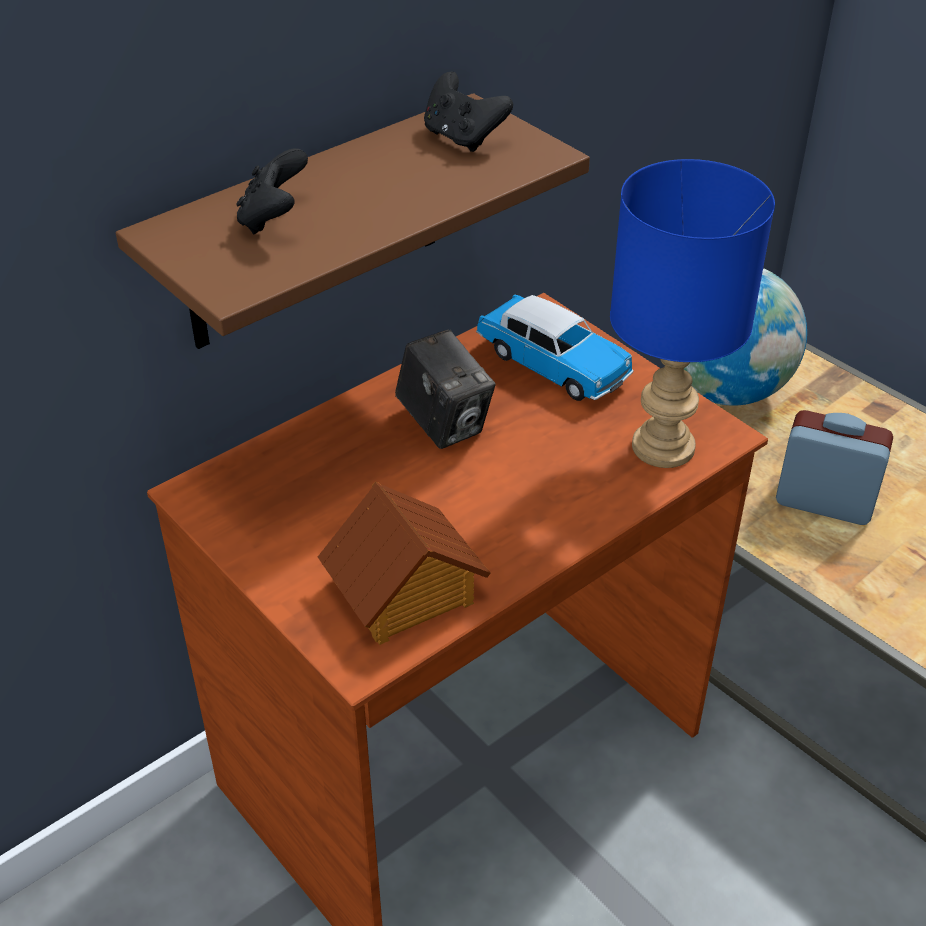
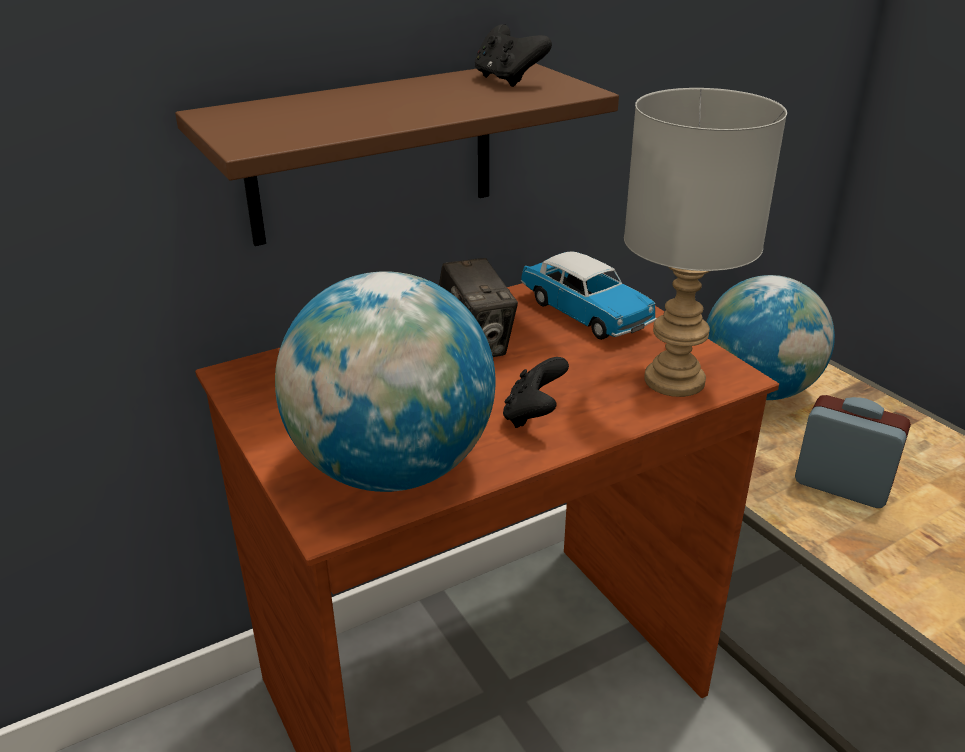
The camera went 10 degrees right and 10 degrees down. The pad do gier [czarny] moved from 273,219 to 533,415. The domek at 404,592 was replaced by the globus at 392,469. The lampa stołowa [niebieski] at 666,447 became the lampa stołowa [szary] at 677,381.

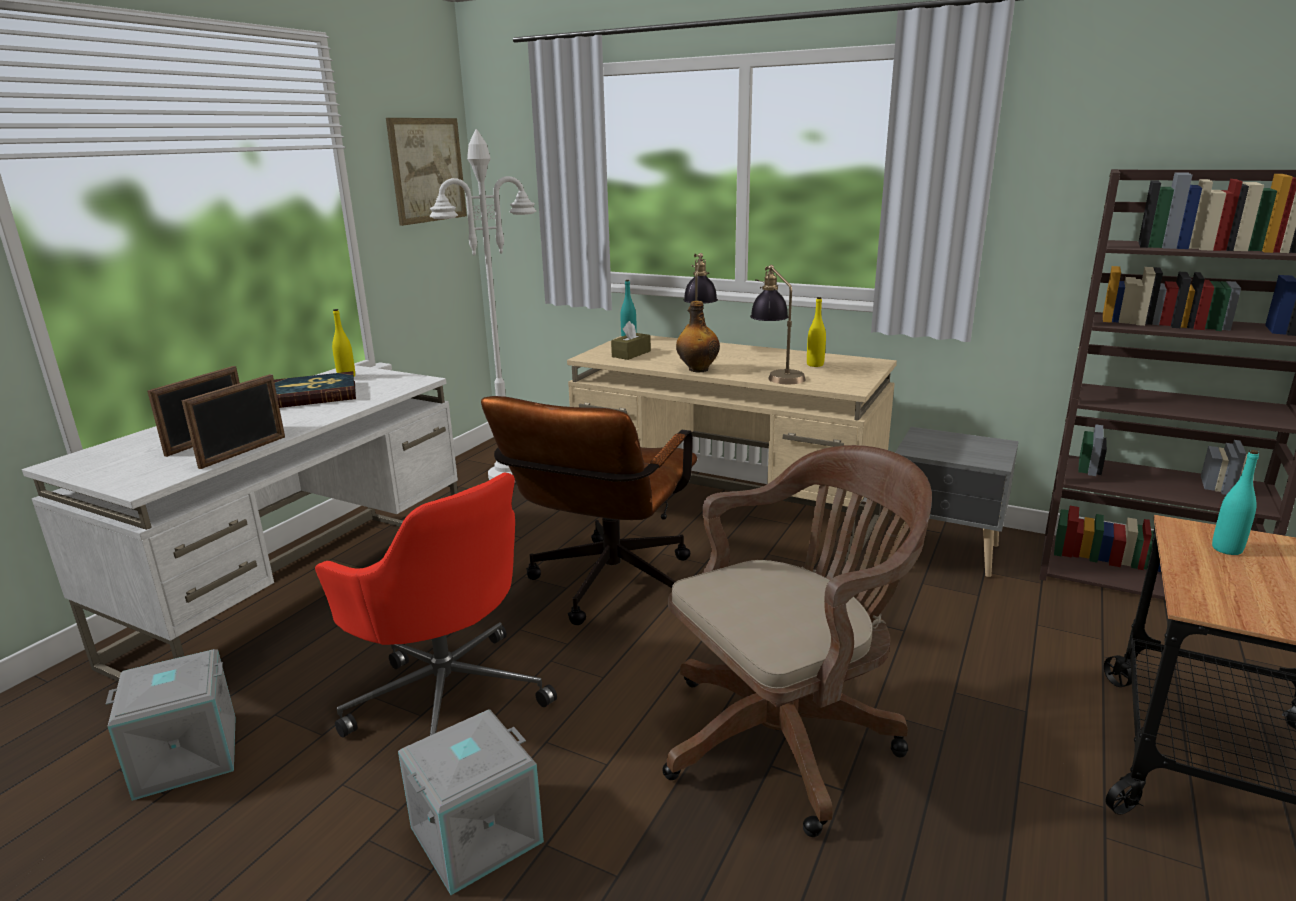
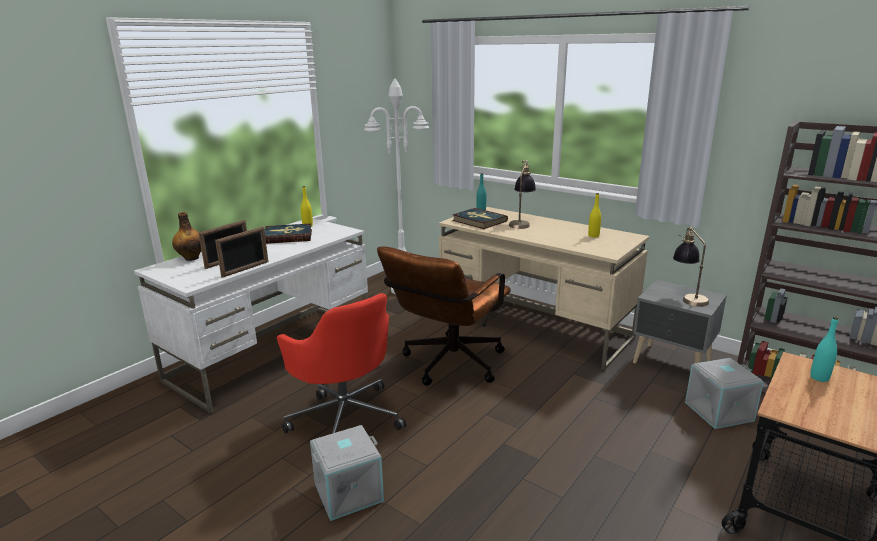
The camera went 10 degrees right and 0 degrees up. The obraz at 427,170 disappeared. The krzesło biurowe [brązowy] at 788,735 disappeared. The pojemnik do przechowywania [szary] moved from 186,757 to 719,412. The butelka moved from 697,369 to 191,258. The lampa stołowa moved from 776,375 to 688,297. The pudełko chusteczek [brązowy] at 631,354 was replaced by the książka at 479,221.

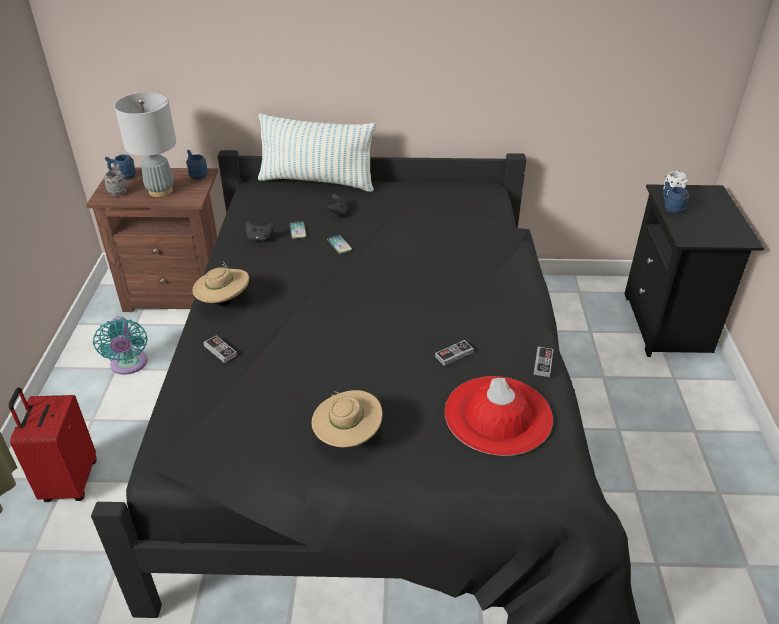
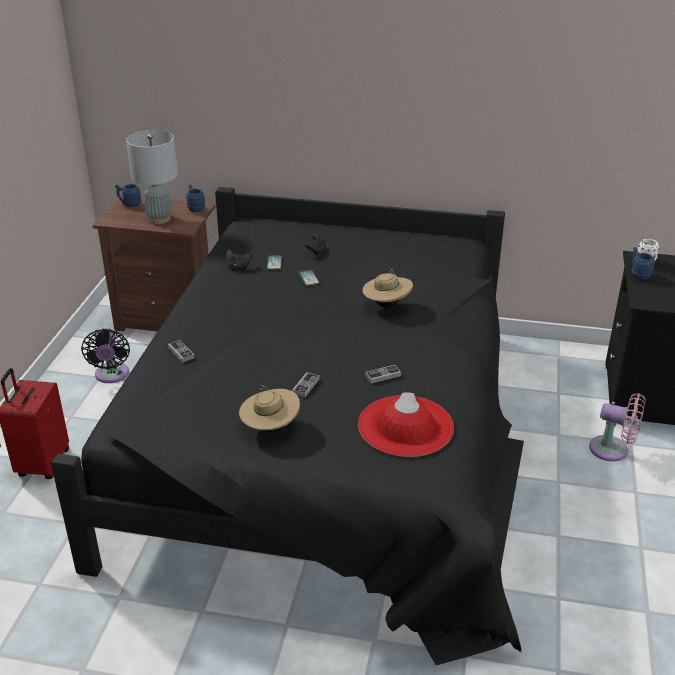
The camera went 10 degrees right and 5 degrees down. The kubek [szary] at 119,191 disappeared. The poduszka at 317,181 disappeared. The wentylator [różowy] at 613,450 appeared. The kapelusz [beżowy] moved from 223,302 to 386,305. The pad do gier moved from 543,363 to 305,386. The wentylator [turkusowy] at 129,365 became the wentylator [czarny] at 111,375.

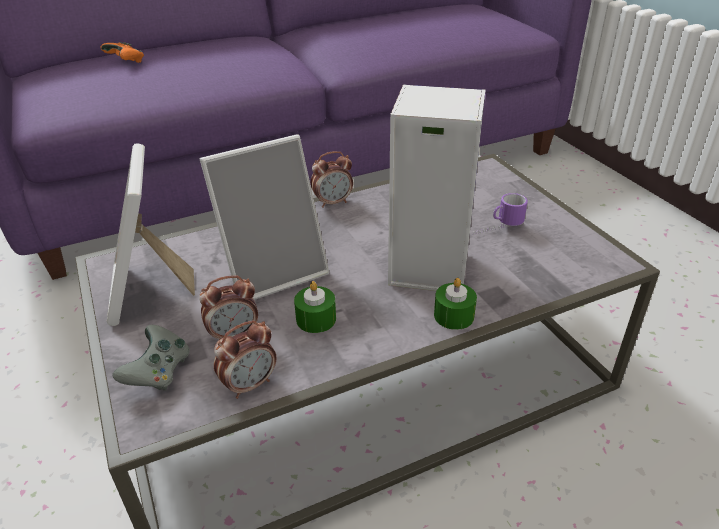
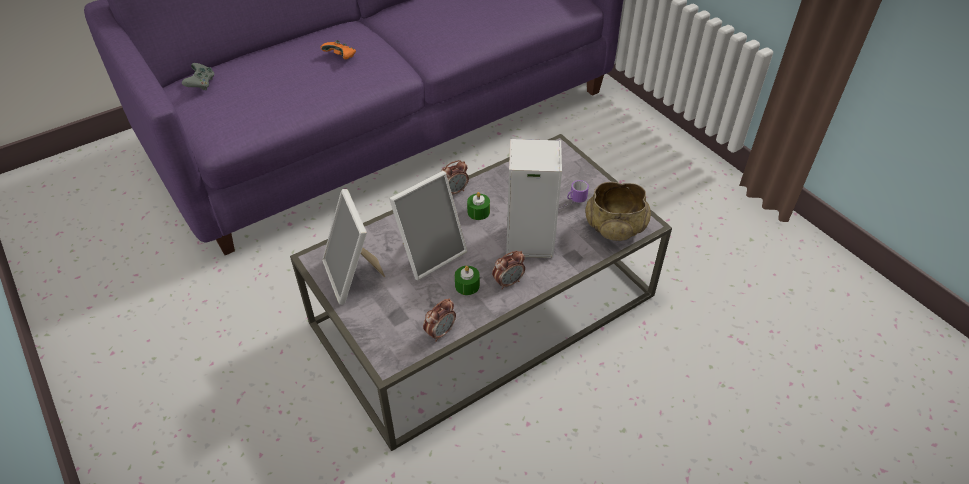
The camera went 10 degrees left and 10 degrees up. The miska [beżowy] at 615,227 appeared. The pad do gier [pomarańczowy] moved from 126,62 to 341,57. The pad do gier [szary] moved from 159,373 to 201,84. The budzik moved from 234,335 to 508,282. The świeca [zielony] moved from 454,315 to 478,212.

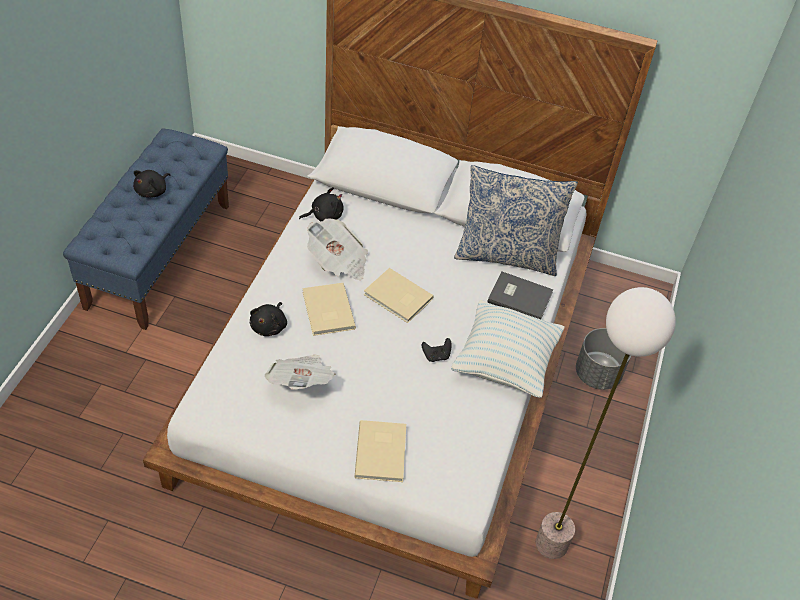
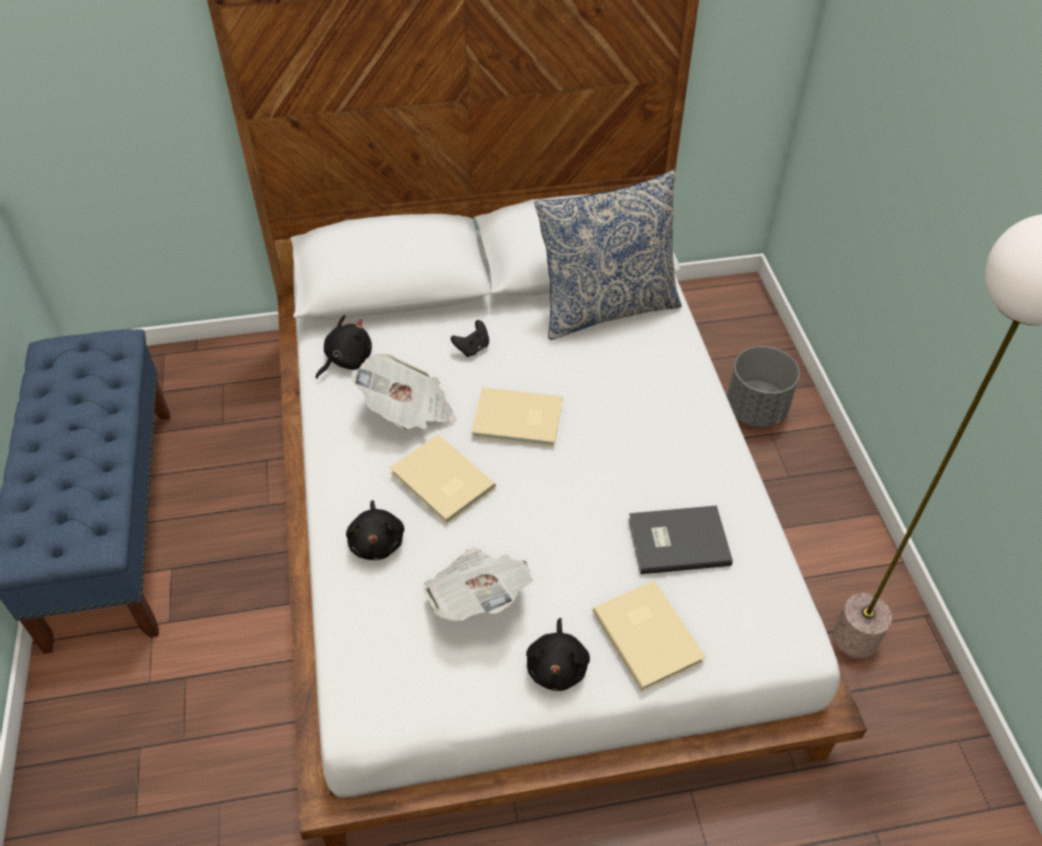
The camera went 25 degrees left and 0 degrees up. The poduszka at 505,363 disappeared. The pluszak [czarny] moved from 152,191 to 557,666. The pad do gier [czarny] moved from 436,356 to 472,348. The książka [szary] moved from 519,296 to 676,540.

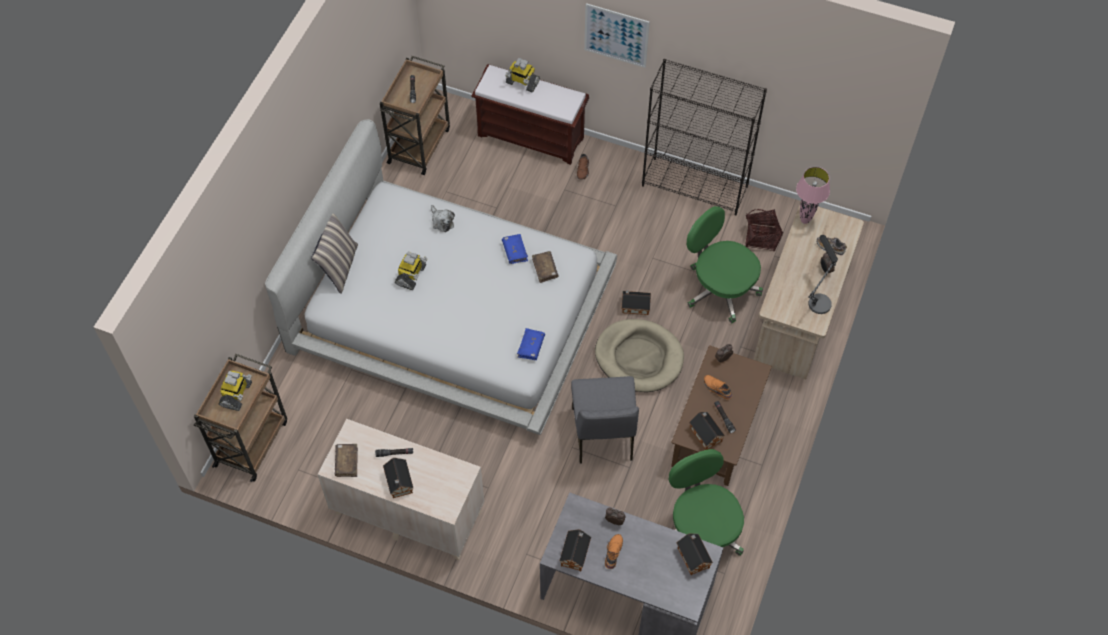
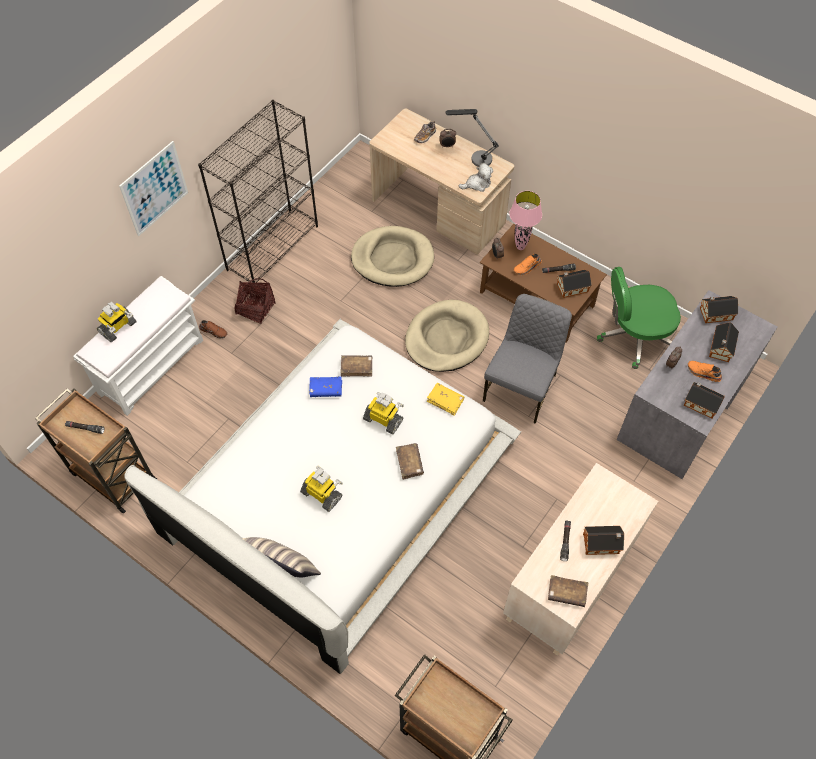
The camera went 75 degrees left and 0 degrees up. The książka [brązowy] at 409,463 appeared. The robot zabawkowy moved from 237,395 to 384,419. The pluszak moved from 442,221 to 477,184. The domek moved from 634,306 to 720,349. The koszyk moved from 761,238 to 256,309. The lampa stołowa [różowy] moved from 805,220 to 520,247. The krzesło biurowe [zielony] at 720,289 was replaced by the legowisko [beżowy] at 392,259. The ławka [brązowy] at 532,136 became the ławka [biały] at 152,366. The książka [niebieski] at 531,347 became the książka [żółty] at 445,401. The krzesło [szary] at 603,435 turned 75 degrees counterclockwise.

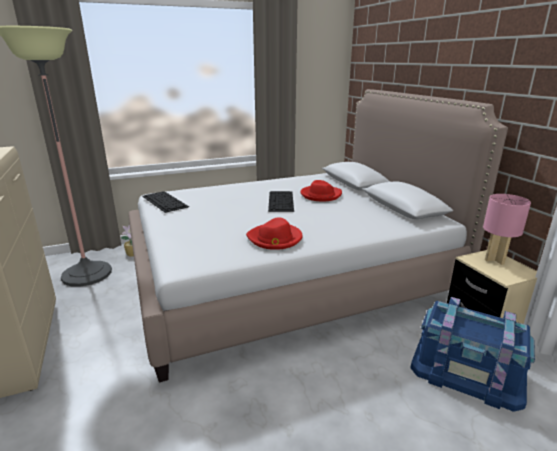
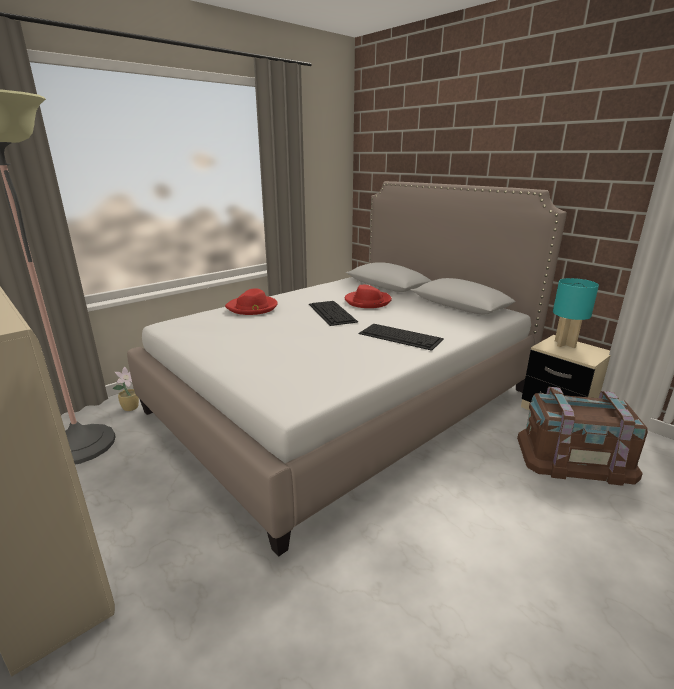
The camera went 20 degrees left and 0 degrees up. The klawiatura moved from 165,201 to 401,336. The kapelusz [czerwony] moved from 275,239 to 252,307. The pojemnik do przechowywania [niebieski] at 467,370 became the pojemnik do przechowywania [brązowy] at 574,457. The lampa stołowa [różowy] at 494,259 became the lampa stołowa [turkusowy] at 564,344.

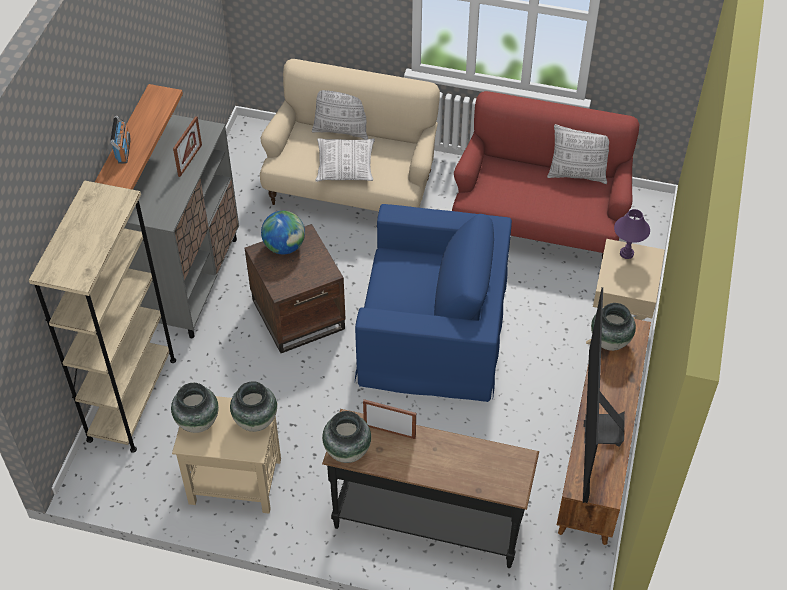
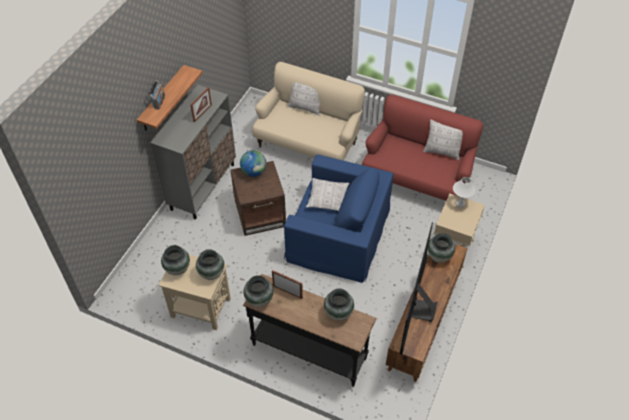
The camera went 10 degrees right and 0 degrees up. The regał [beżowy] at 132,399 disappeared. The wazon at 338,313 appeared. The poduszka moved from 345,167 to 327,199. The lampa stołowa [fioletowy] at 627,253 became the lampa stołowa [biały] at 460,204.

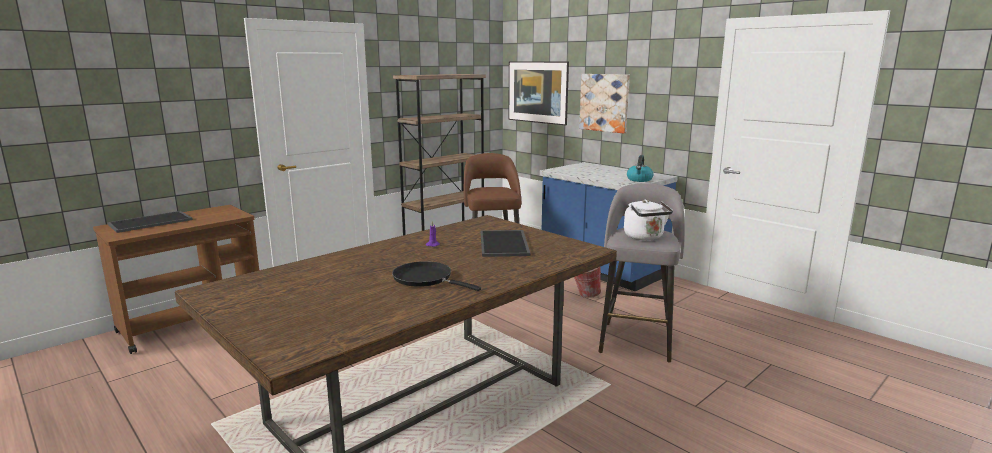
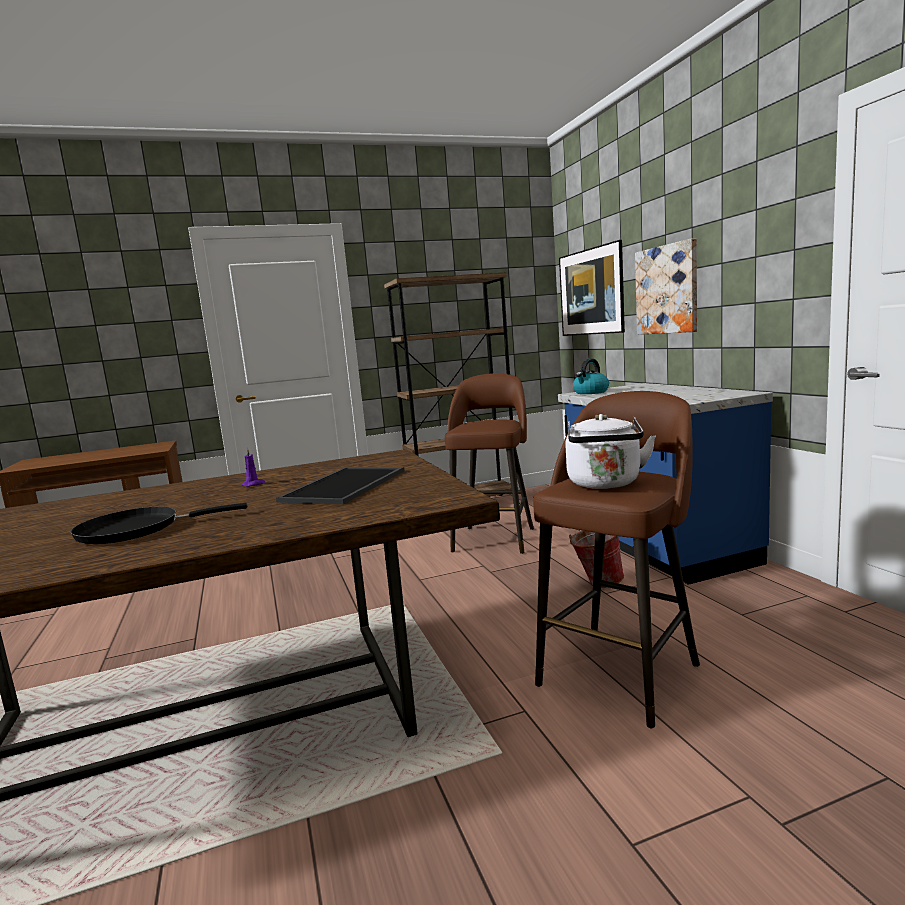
The camera went 25 degrees right and 5 degrees down. The taca at 151,221 disappeared. The czajnik moved from 639,180 to 590,392. The stołek [szary] at 636,340 became the stołek [brązowy] at 621,672. The patelnia [czarny] at 426,279 turned 75 degrees counterclockwise.

